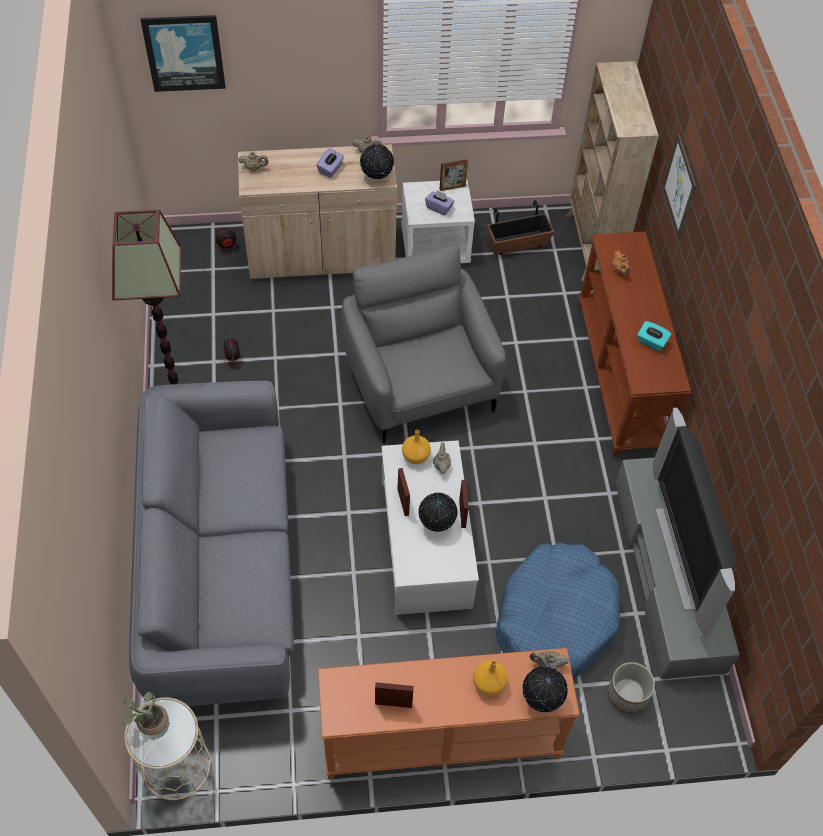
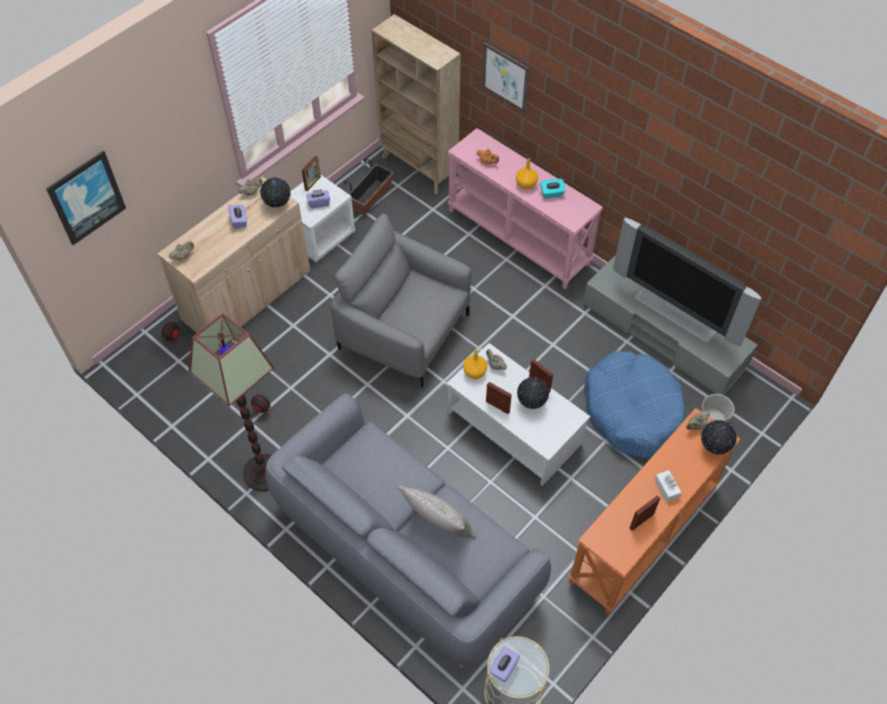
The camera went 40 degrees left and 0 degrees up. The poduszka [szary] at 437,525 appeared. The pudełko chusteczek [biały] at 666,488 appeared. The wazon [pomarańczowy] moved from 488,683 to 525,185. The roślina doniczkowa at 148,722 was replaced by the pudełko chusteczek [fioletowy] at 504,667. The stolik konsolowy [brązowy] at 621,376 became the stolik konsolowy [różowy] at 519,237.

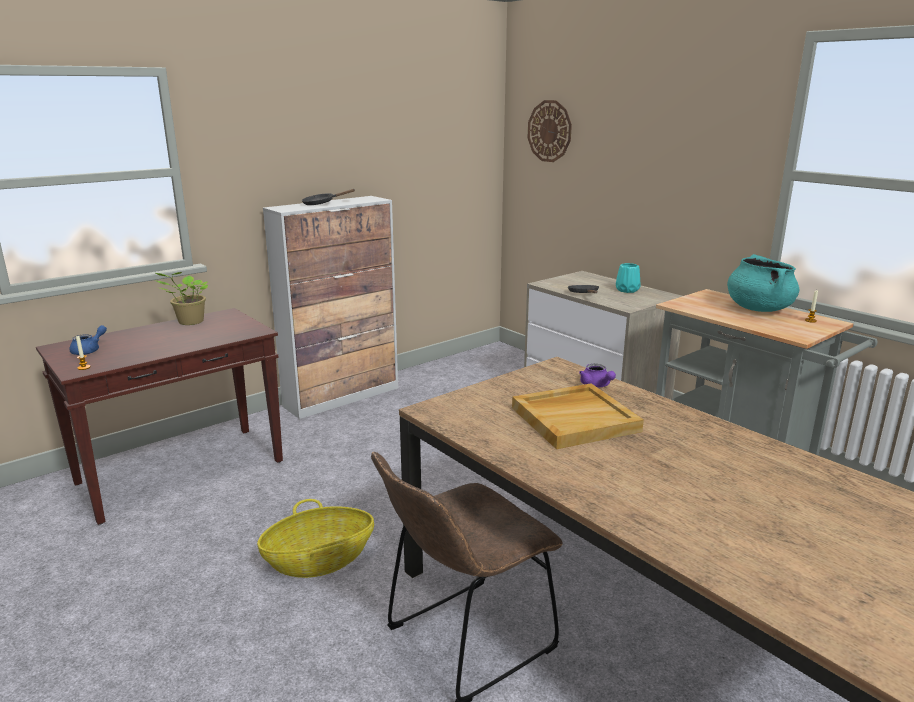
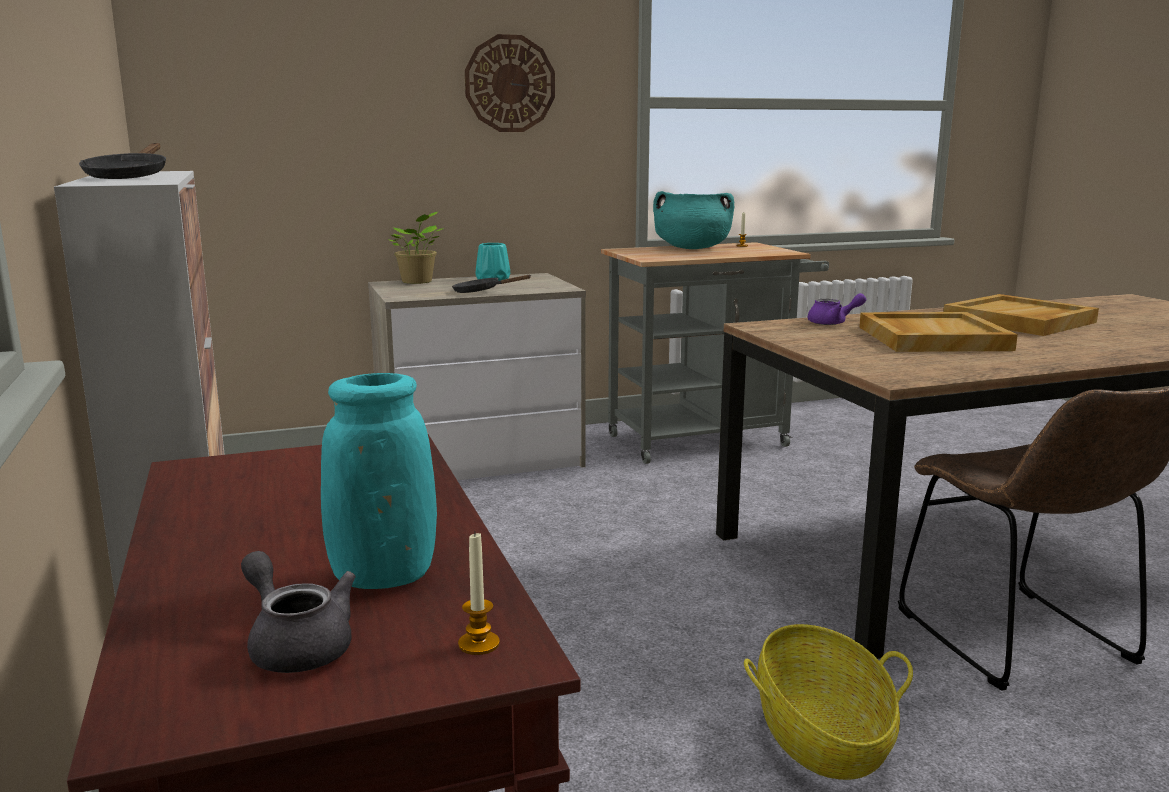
The camera went 70 degrees left and 5 degrees down. The wazon [turkusowy] at 384,577 appeared. The taca [beżowy] at 1019,321 appeared. The roślina doniczkowa moved from 189,322 to 418,282. The zegar ścienny moved from 549,131 to 510,84. The imbryk [niebieski] at 89,350 became the imbryk [szary] at 296,645.

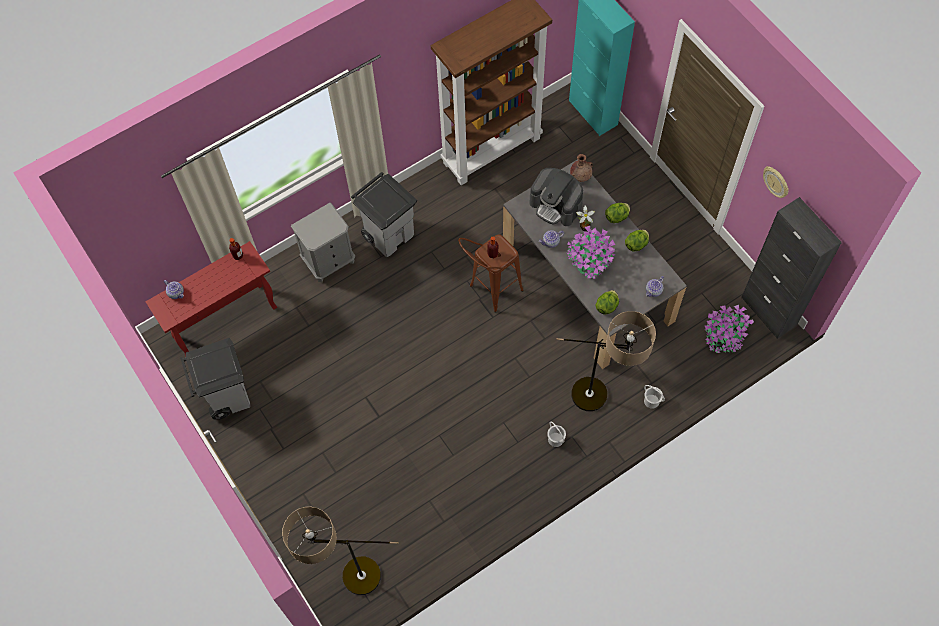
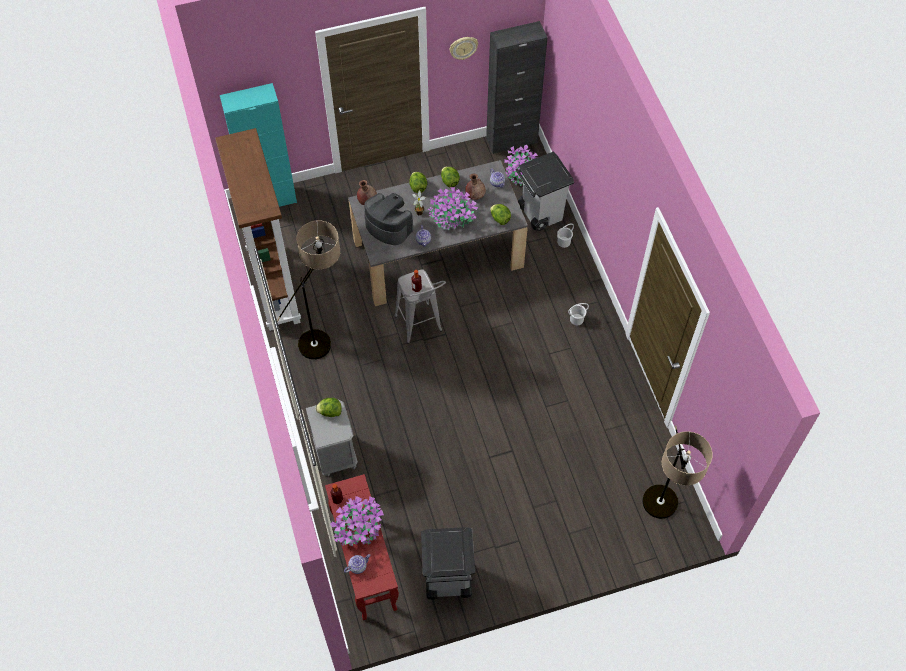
The camera went 75 degrees left and 5 degrees down. The sałata at 330,412 appeared. The roślina doniczkowa at 359,528 appeared. The wazon [brązowy] at 475,195 appeared. The kosz na śmieci [szary] moved from 389,234 to 539,213. The lampa stojąca moved from 602,401 to 324,337. The stołek [brązowy] at 490,293 became the stołek [szary] at 421,329. The ekspres do kawy at 556,205 turned 105 degrees counterclockwise.

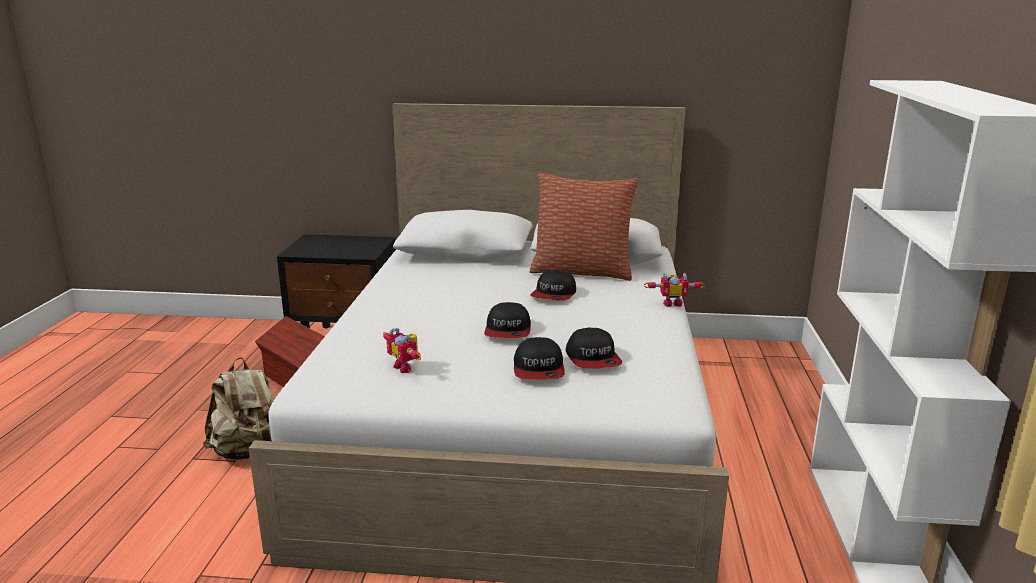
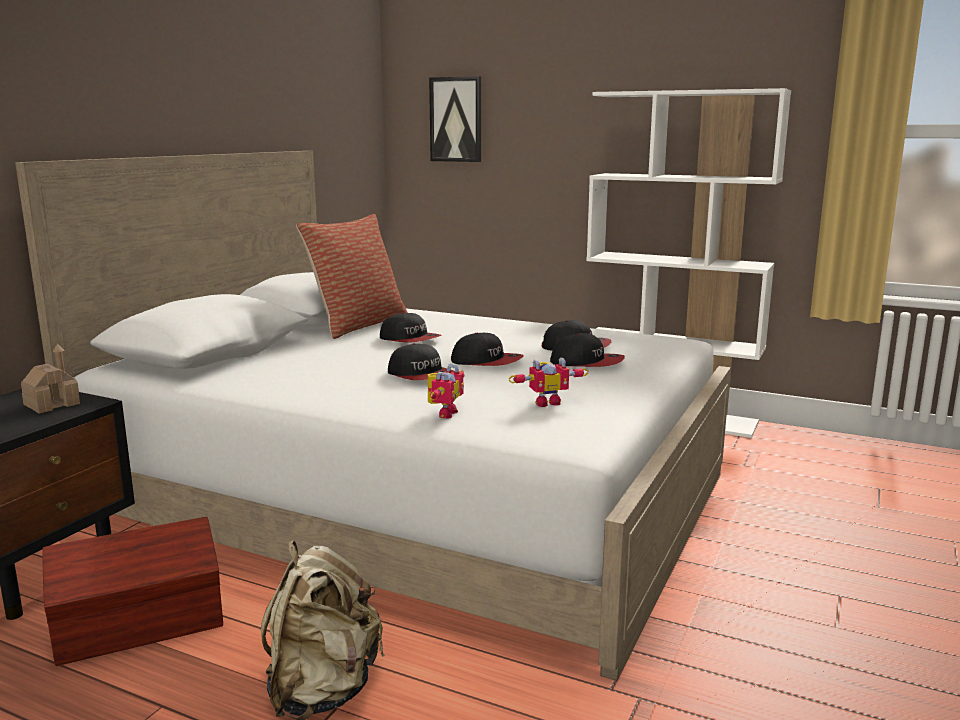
The camera went 70 degrees left and 5 degrees down. The domek at 52,404 appeared. The czapka z daszkiem at 421,375 appeared. The obraz at 456,119 appeared. The robot zabawkowy moved from 672,303 to 443,413.

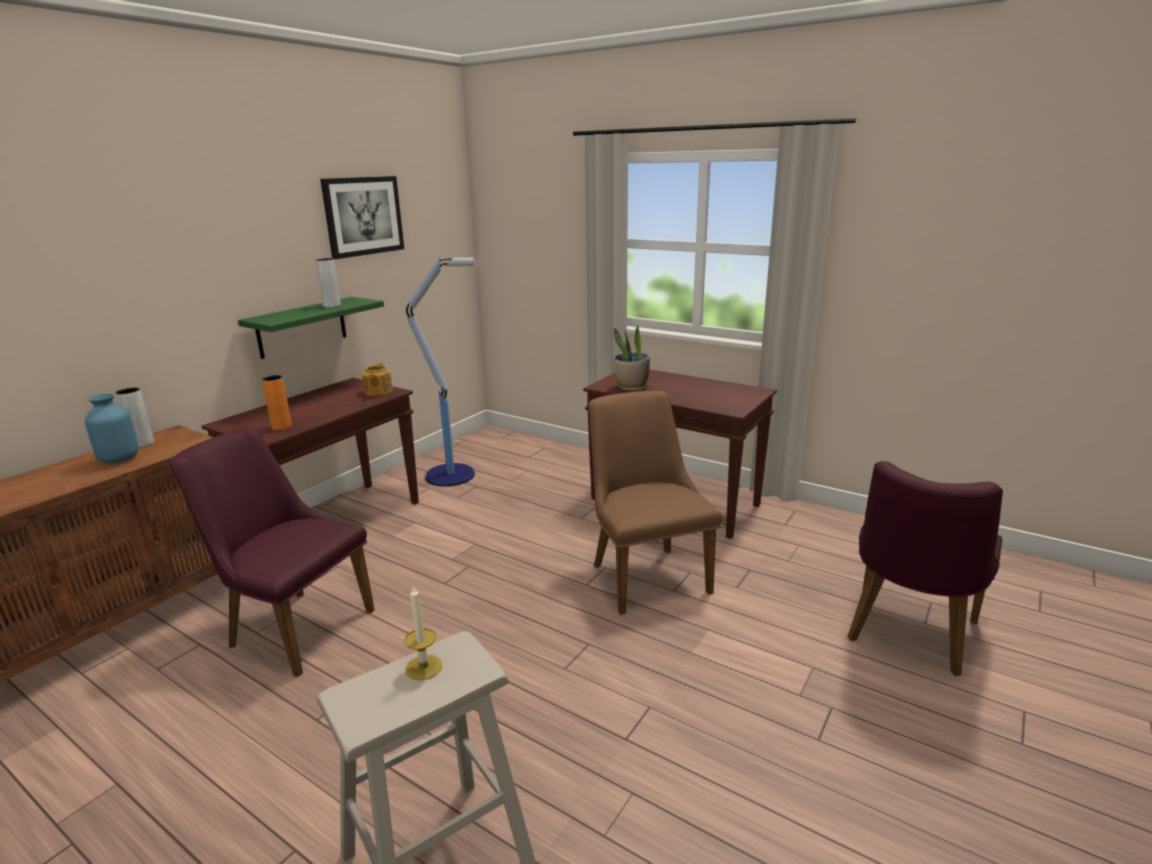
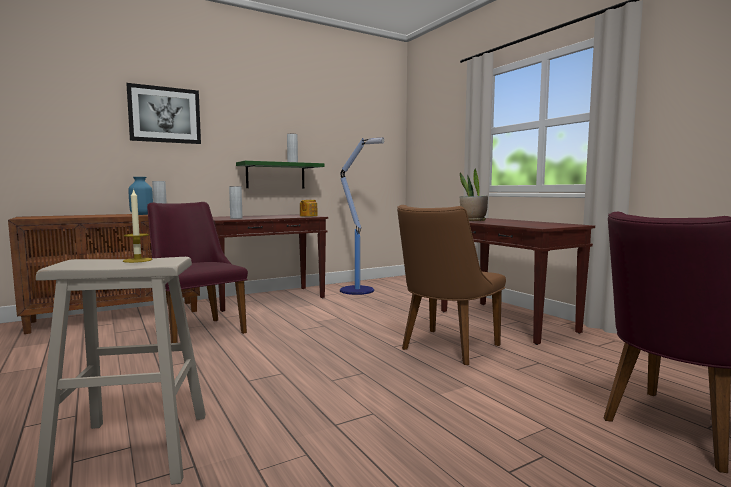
The camera went 25 degrees right and 15 degrees down. The obraz moved from 363,216 to 165,115. The wazon [pomarańczowy] at 281,427 became the wazon [szary] at 236,218. The krzesło [brązowy] at 644,572 turned 150 degrees counterclockwise.

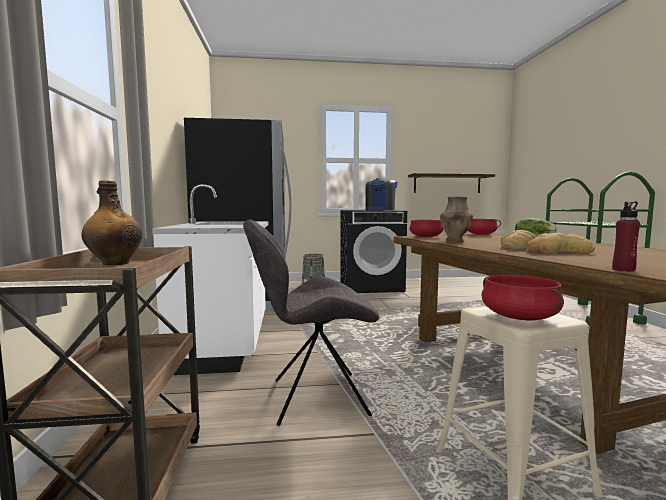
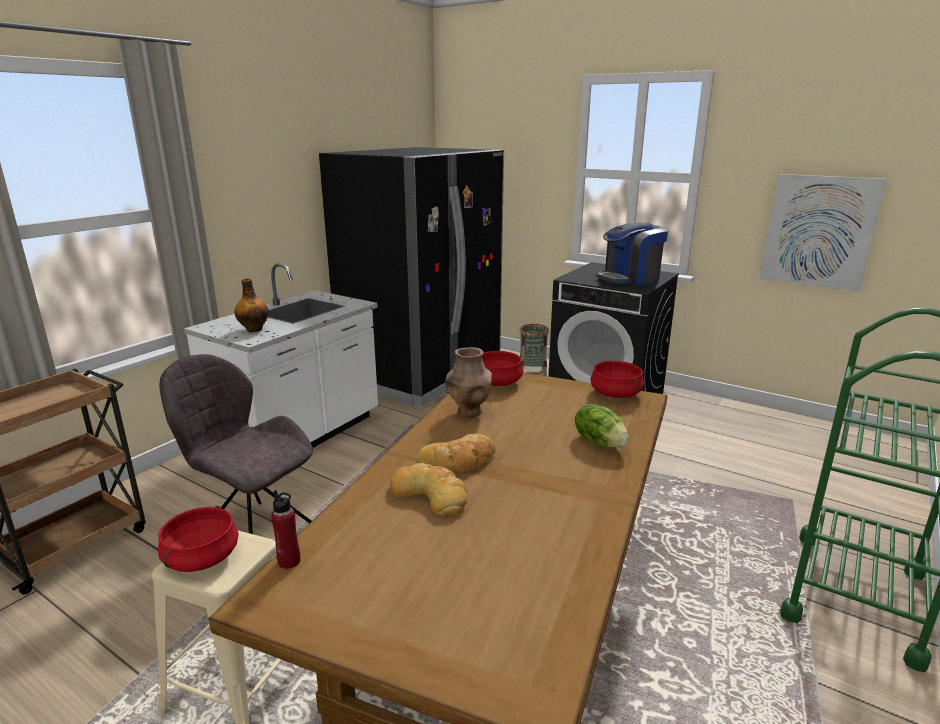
The camera went 40 degrees right and 15 degrees up. The butelka moved from 115,263 to 254,329. The półka at 447,184 was replaced by the obraz at 818,231.

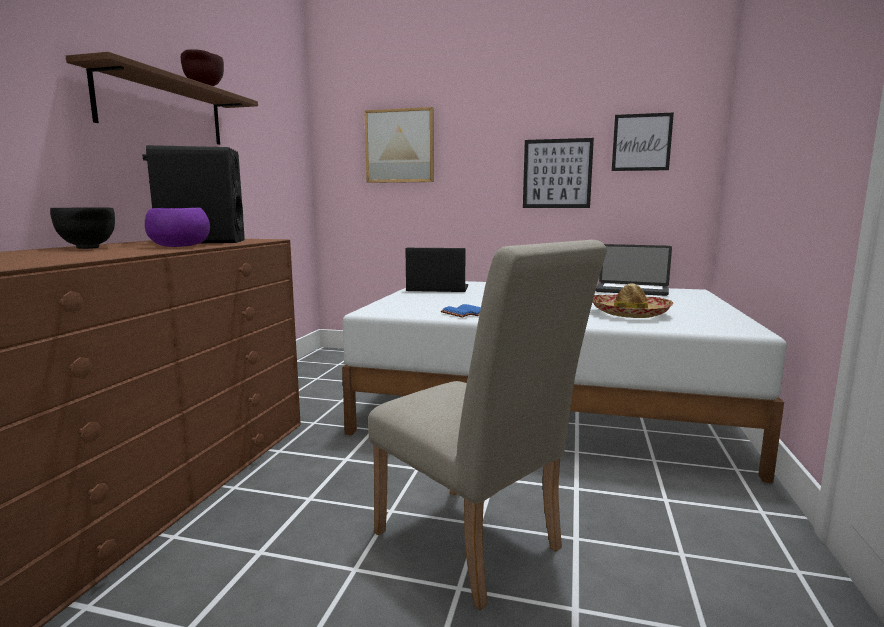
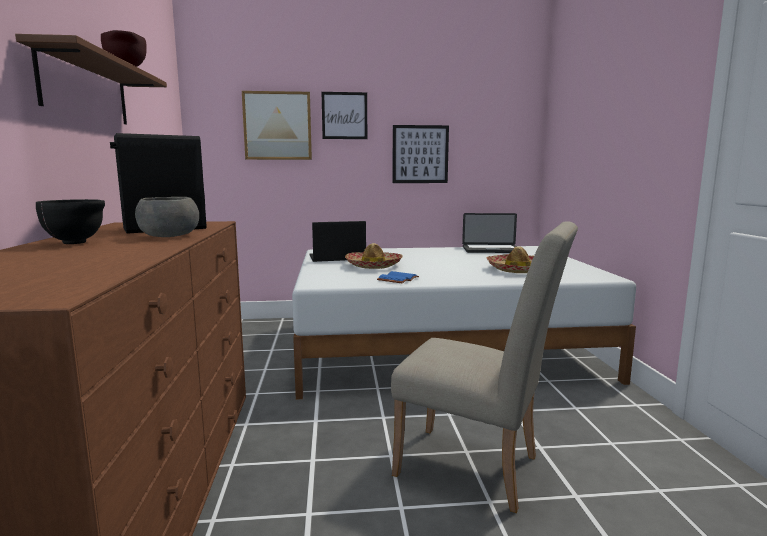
The camera went 20 degrees left and 0 degrees up. The kapelusz at 373,266 appeared. The obraz moved from 641,142 to 344,115. The miska [fioletowy] at 179,246 became the miska [szary] at 168,236.

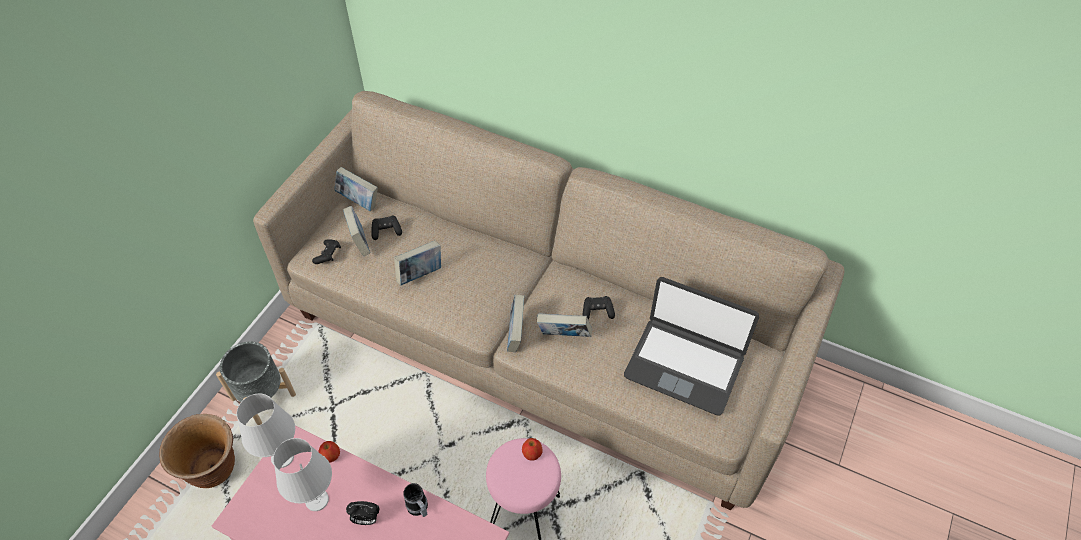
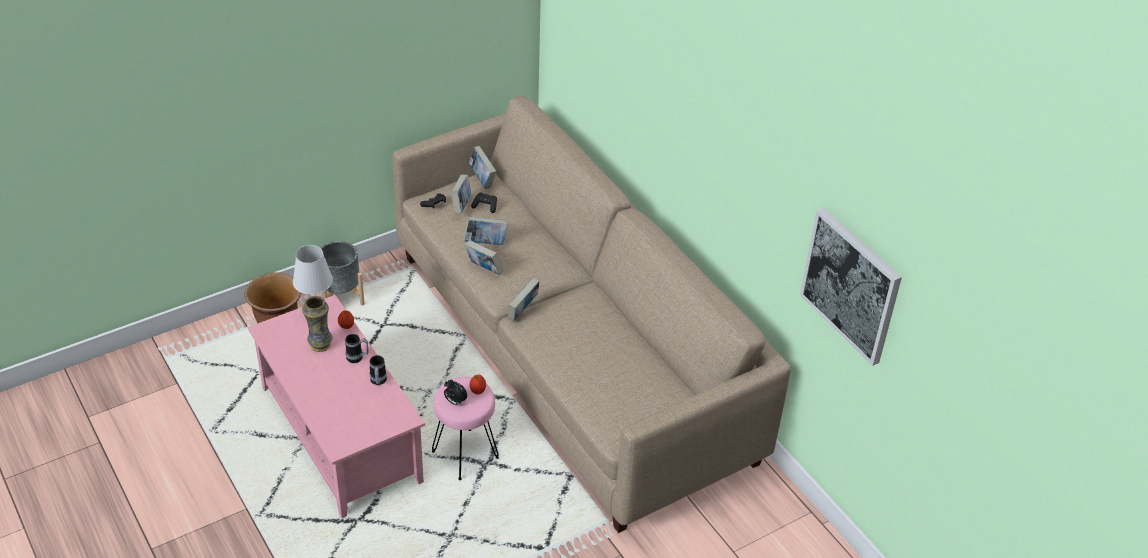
The camera went 30 degrees right and 10 degrees down. The pad do gier [czarny] at 597,311 disappeared. The laptop at 684,365 disappeared. The kubek at 357,358 appeared. The obraz at 851,285 appeared. The budzik moved from 366,519 to 455,402. The książka moved from 564,336 to 484,269. The lampa stołowa [biały] at 317,499 was replaced by the wazon at 320,345.

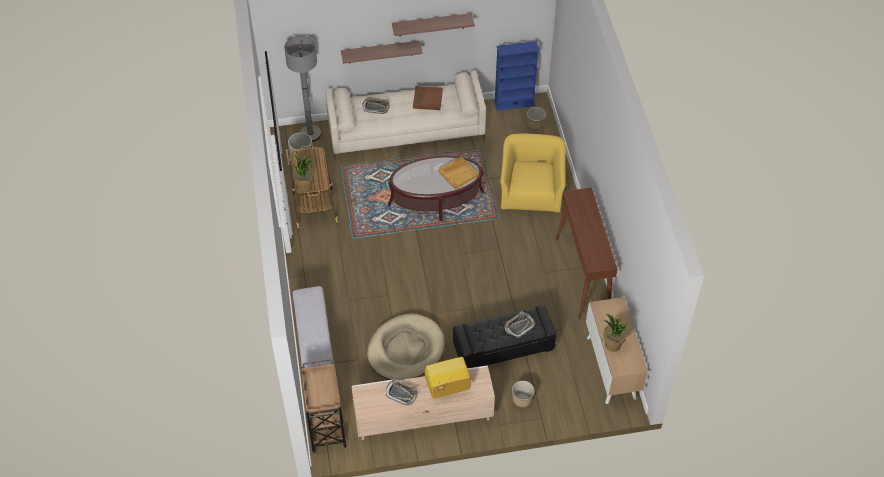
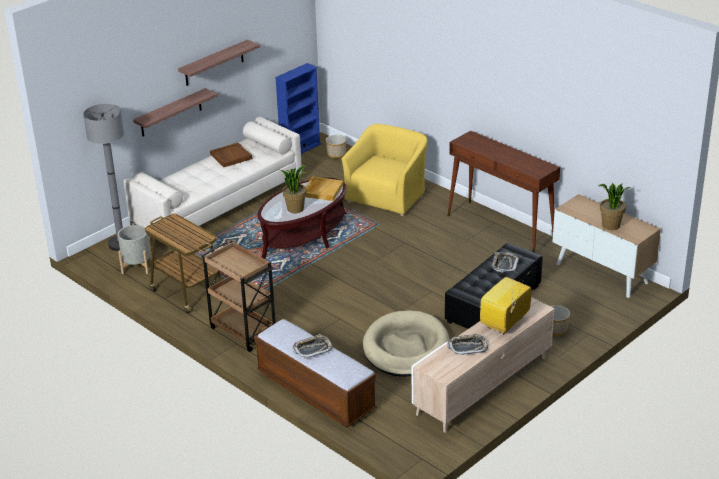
The camera went 35 degrees left and 20 degrees down. The roślina doniczkowa moved from 305,186 to 295,209. The wózek [brązowy] moved from 326,425 to 243,330. The taca moved from 376,107 to 312,349. The fotel [żółty] at 531,192 turned 60 degrees clockwise.

